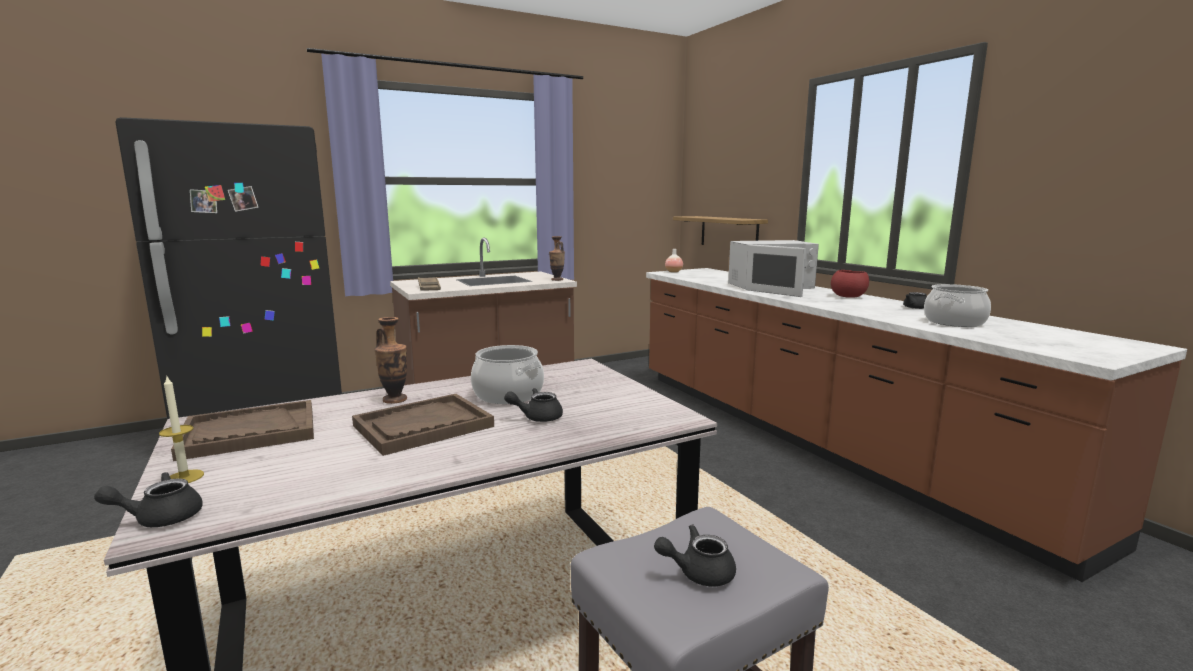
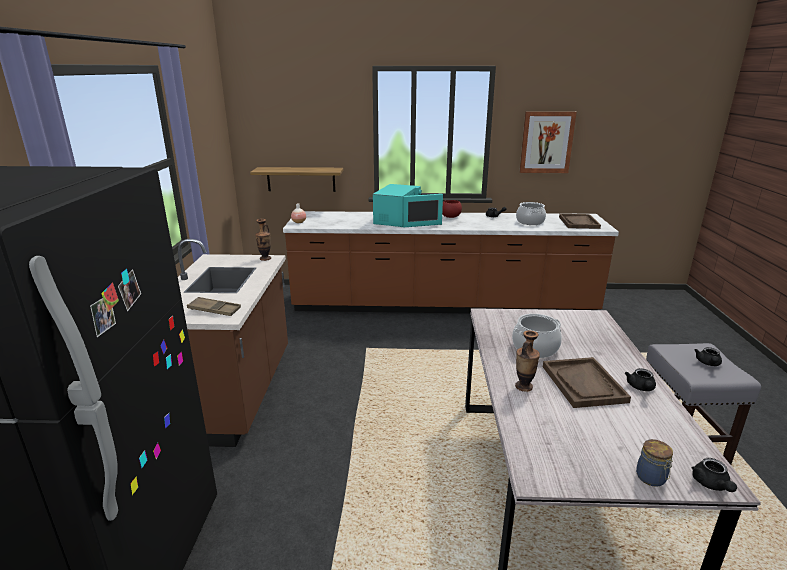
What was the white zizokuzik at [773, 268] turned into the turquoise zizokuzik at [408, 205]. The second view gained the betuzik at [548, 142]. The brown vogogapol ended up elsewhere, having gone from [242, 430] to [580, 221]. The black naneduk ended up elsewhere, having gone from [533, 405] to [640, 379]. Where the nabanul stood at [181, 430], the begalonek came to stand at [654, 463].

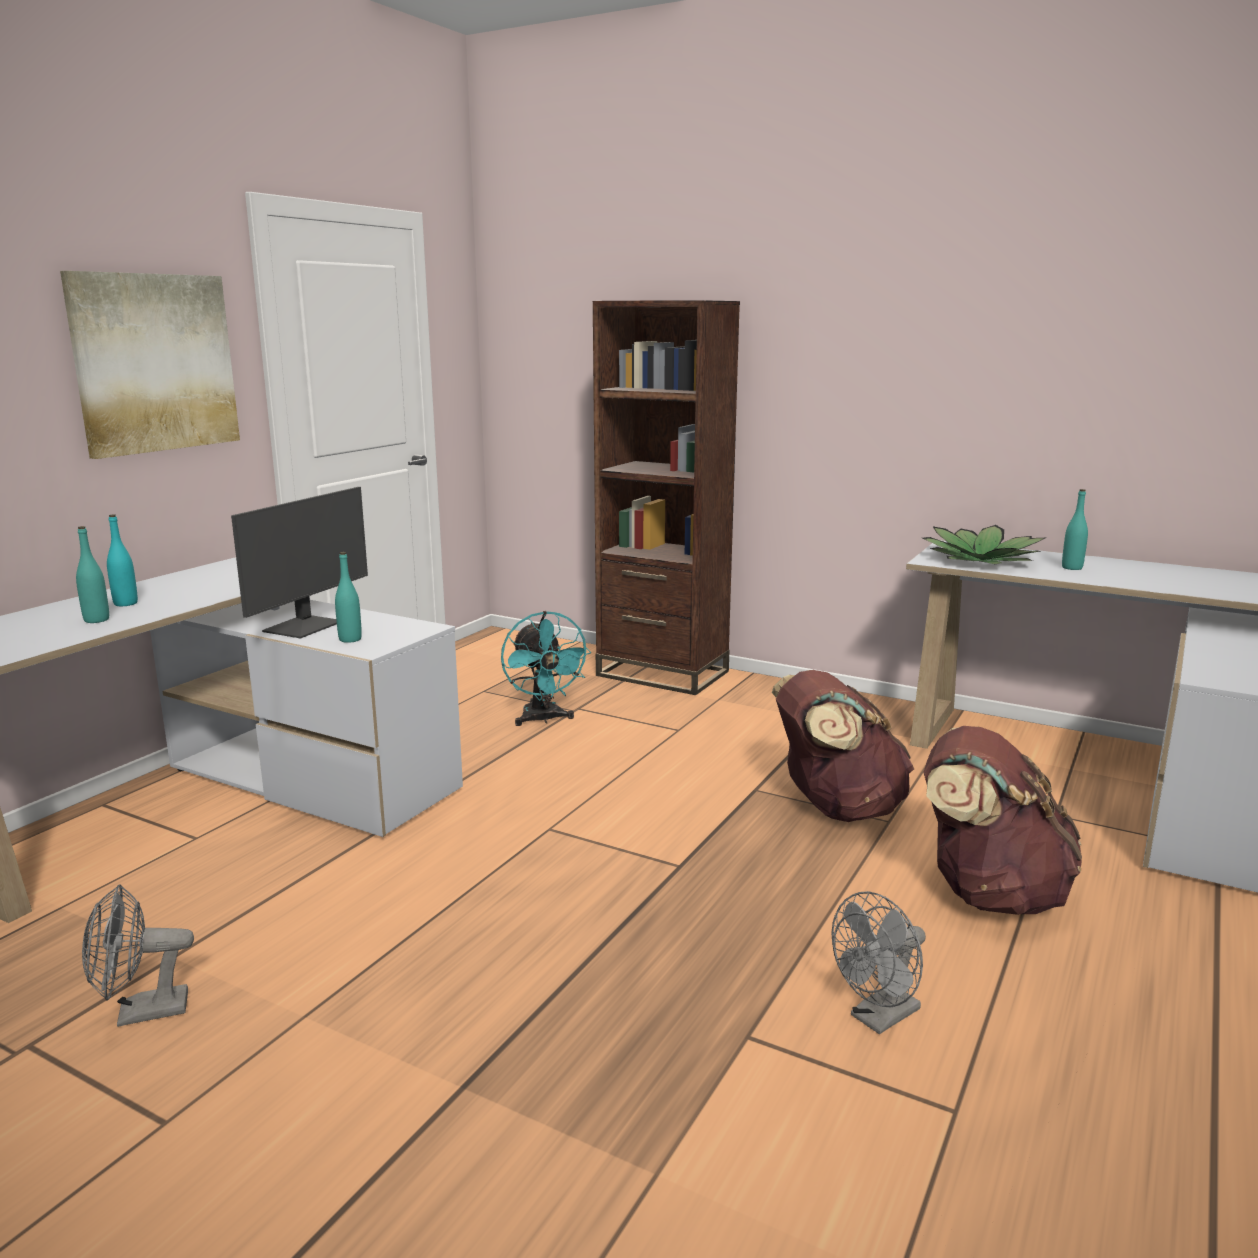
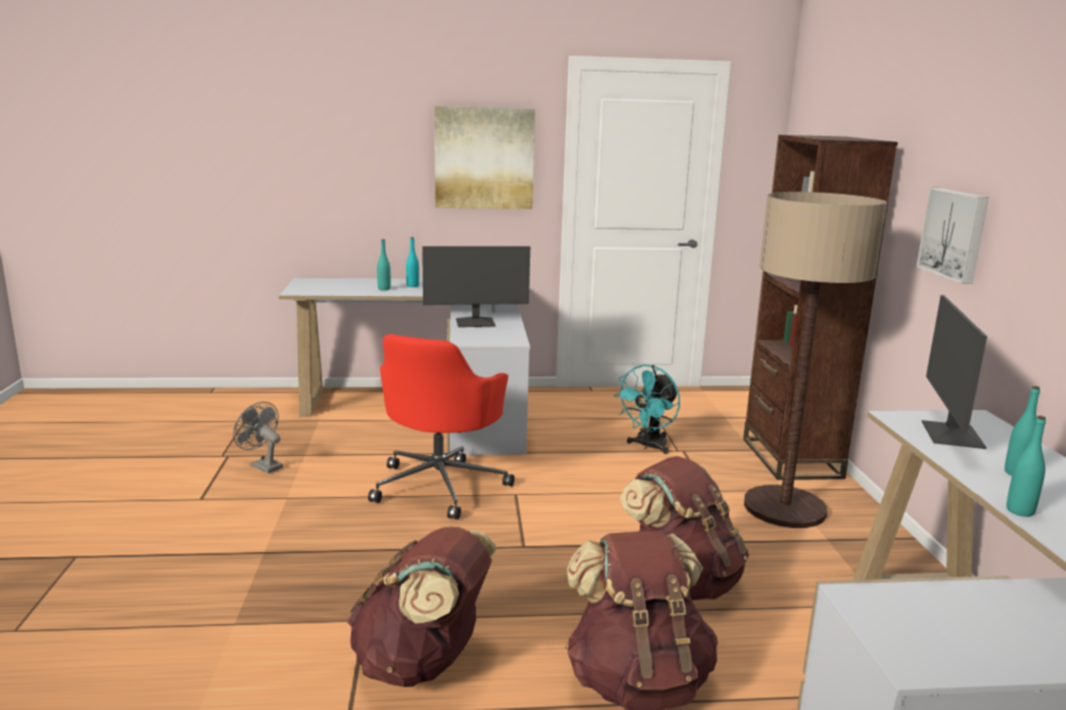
Where the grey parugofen stood at [878, 962], the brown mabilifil came to stand at [422, 607]. The second view gained the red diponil at [441, 427]. The second view gained the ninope at [815, 360]. The second view gained the betuzik at [952, 236]. Where the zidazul stood at [984, 544], the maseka came to stand at [954, 372]. The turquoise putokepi ended up elsewhere, having gone from [348, 597] to [1026, 466].

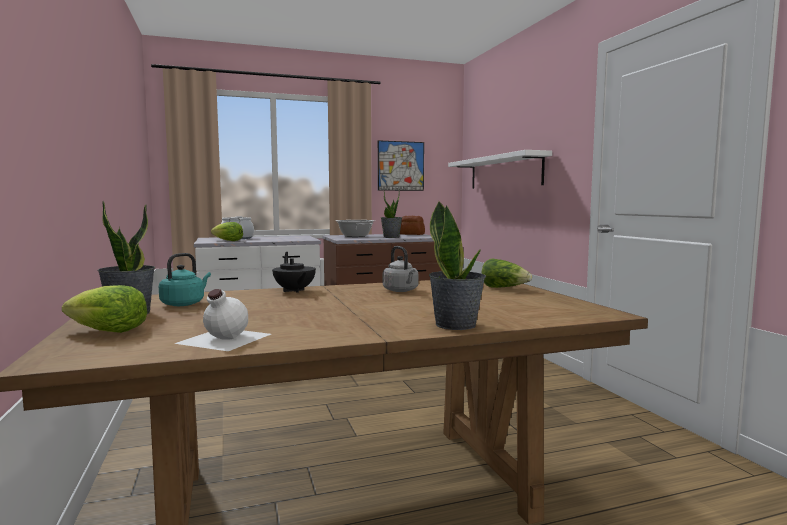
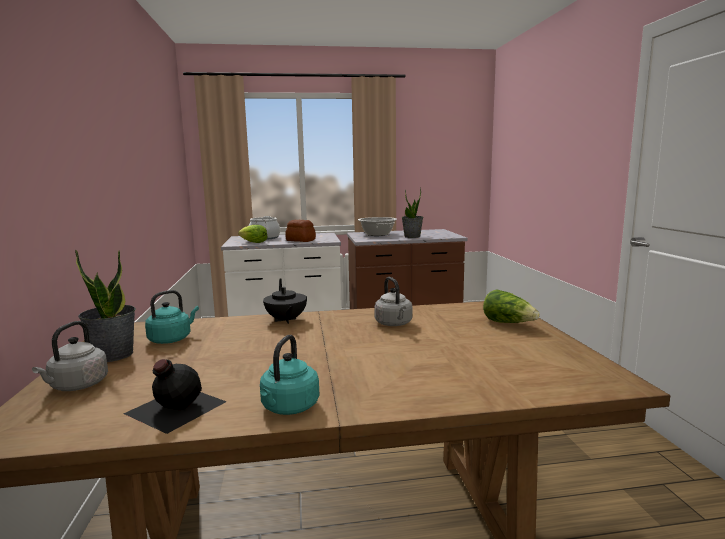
Where the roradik stood at [104, 309], the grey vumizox came to stand at [70, 356]. What was the white putokepi at [222, 320] turned into the black putokepi at [175, 396]. The second view gained the turquoise vumizox at [289, 375]. The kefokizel ended up elsewhere, having gone from [412, 225] to [300, 231]. The second view lost the betuzik at [401, 165]. The second view lost the zidazul at [457, 265]. The second view lost the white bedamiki at [500, 169].

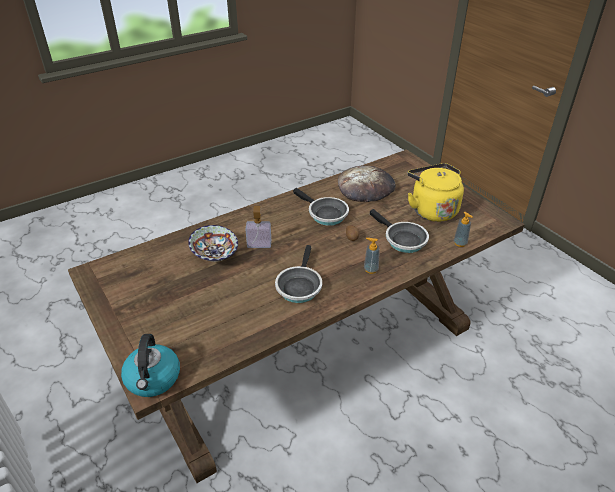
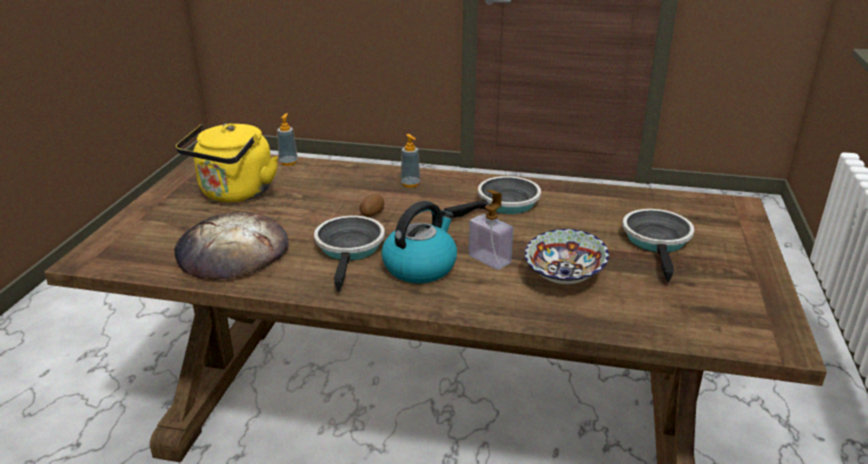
The vumizox ended up elsewhere, having gone from [150, 365] to [419, 242]. The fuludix ended up elsewhere, having gone from [399, 231] to [658, 245].

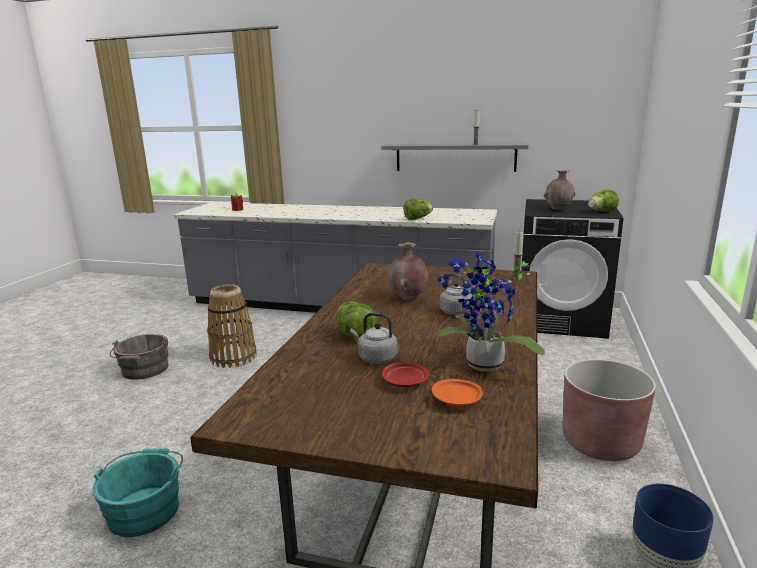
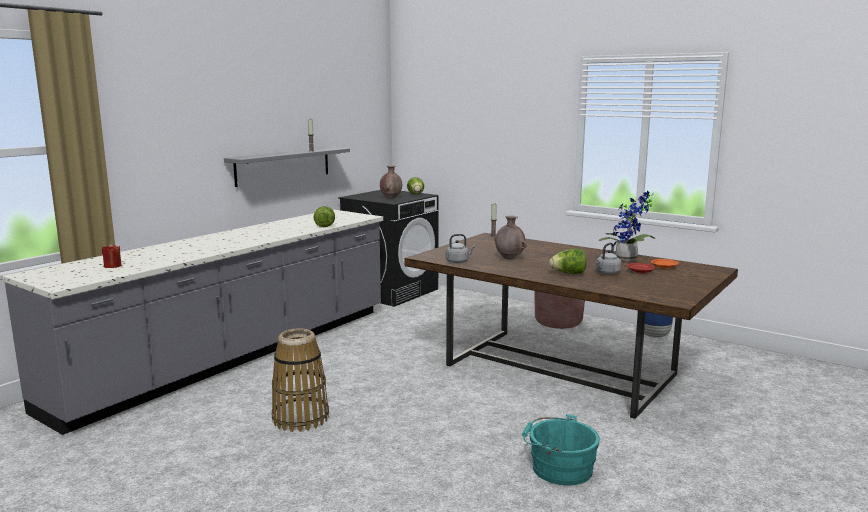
The grey vumizox ended up elsewhere, having gone from [458, 294] to [460, 248]. The second view lost the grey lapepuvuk at [139, 357].

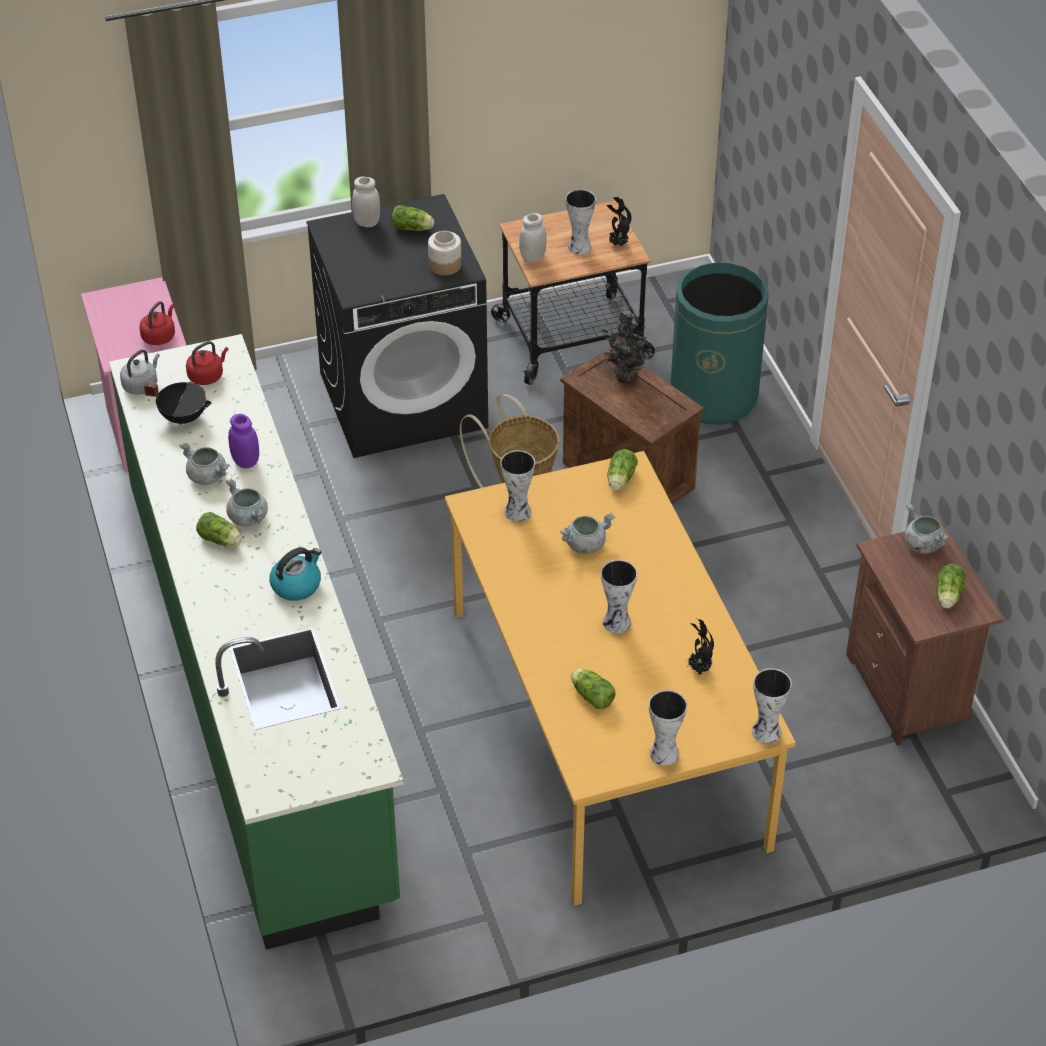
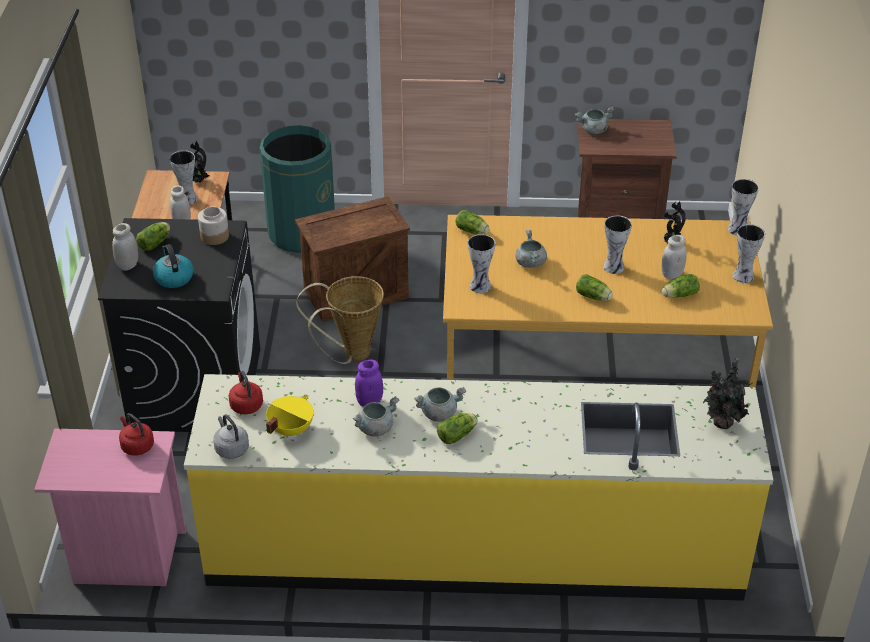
The vumizox ended up elsewhere, having gone from [295, 574] to [173, 266]. What was the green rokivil at [256, 642] turned into the yellow rokivil at [478, 487]. What was the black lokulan at [178, 404] turned into the yellow lokulan at [290, 415]. The roradik ended up elsewhere, having gone from [951, 586] to [594, 287]. The second view gained the white begalonek at [674, 257]. The zidazul ended up elsewhere, having gone from [626, 347] to [728, 393].

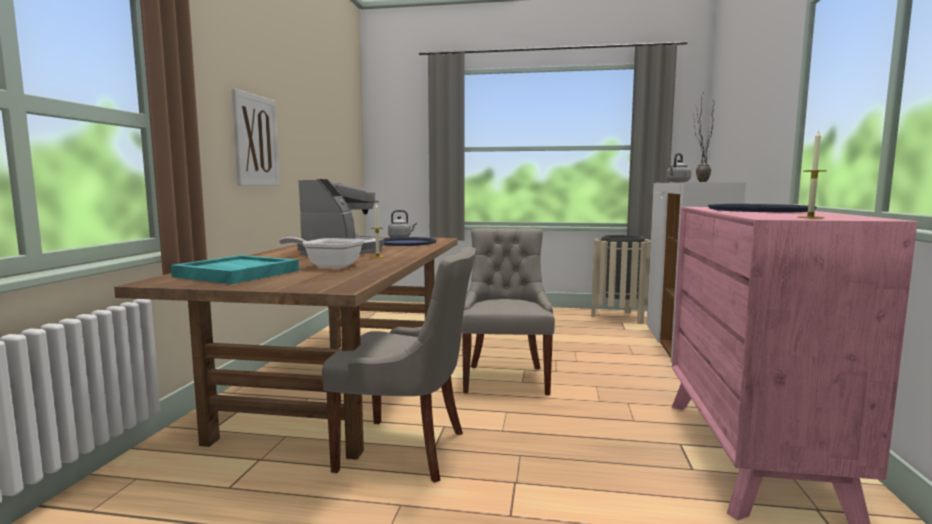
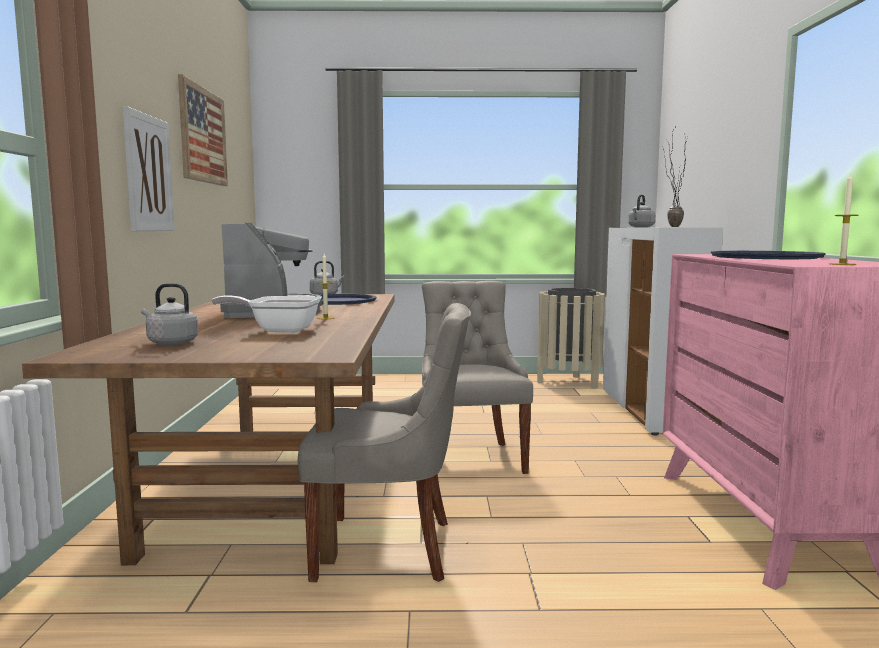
Where the turquoise vogogapol stood at [235, 269], the grey vumizox came to stand at [169, 314]. The second view gained the betuzik at [203, 130].

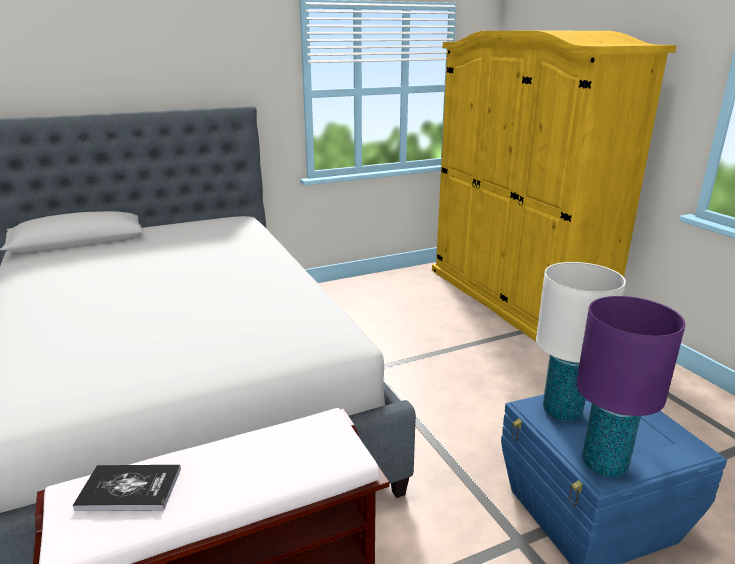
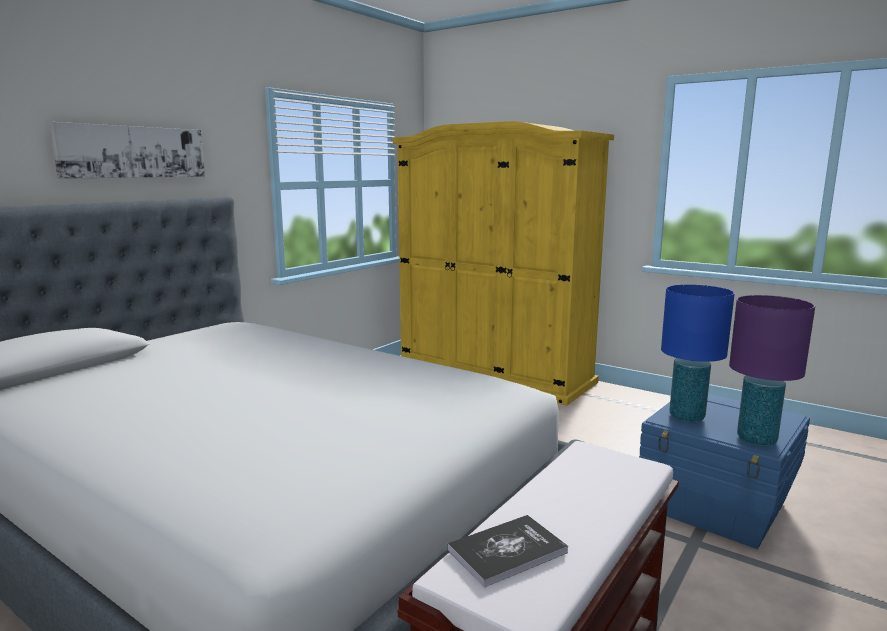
The second view gained the betuzik at [127, 150]. What was the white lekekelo at [581, 341] turned into the blue lekekelo at [698, 353].

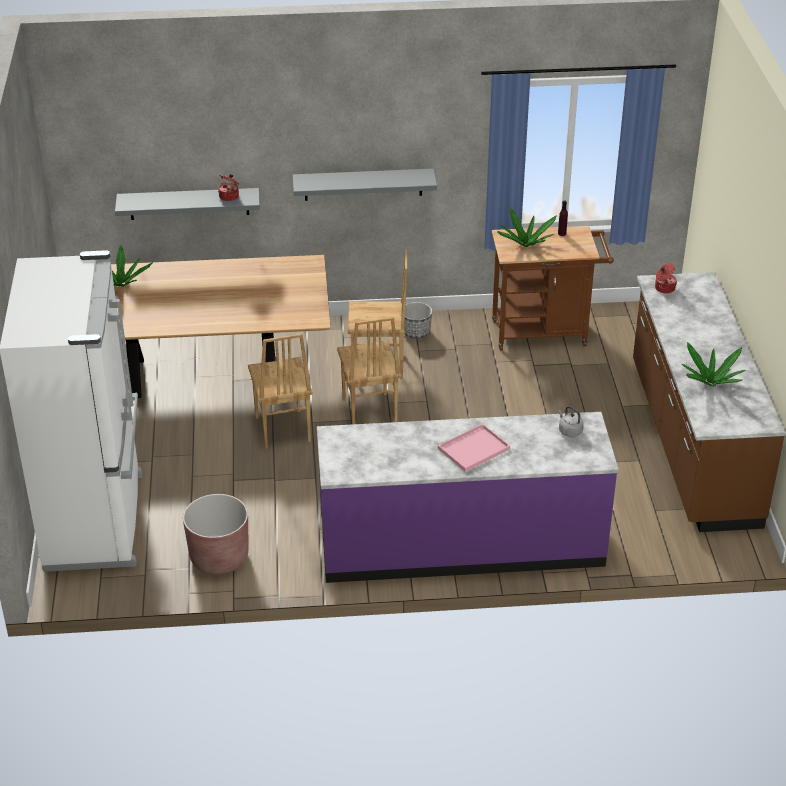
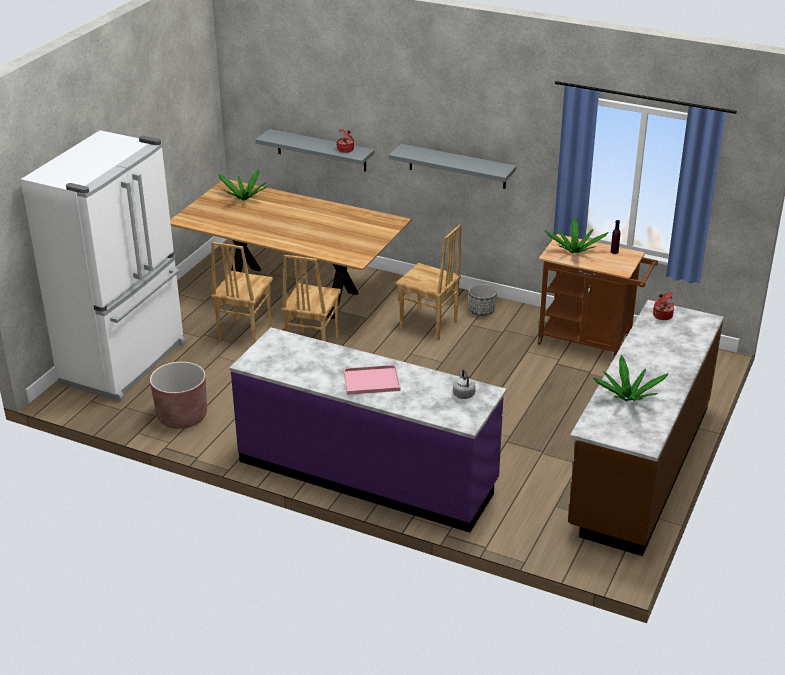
The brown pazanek ended up elsewhere, having gone from [369, 370] to [242, 293].

